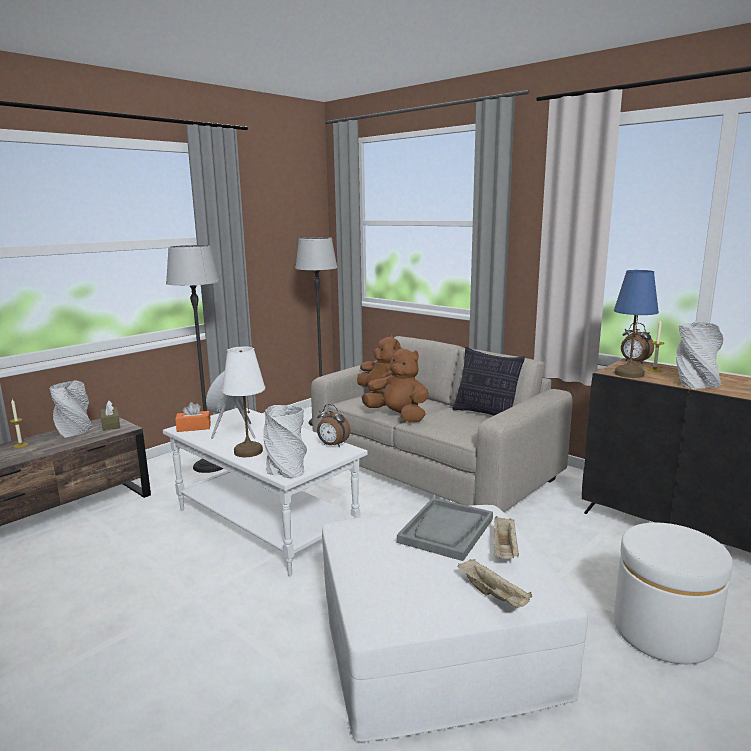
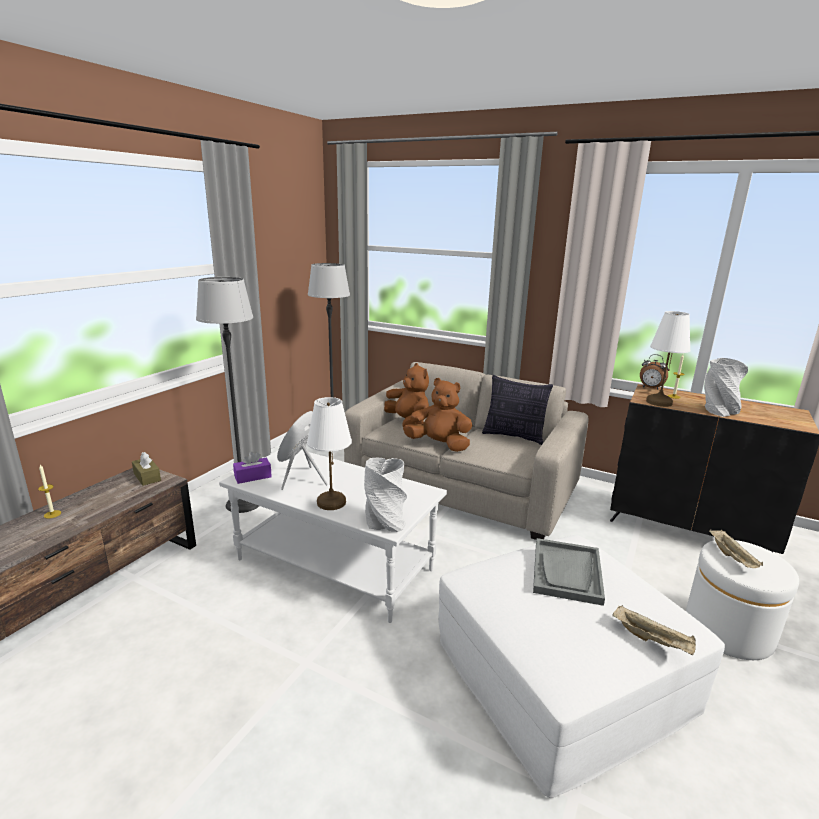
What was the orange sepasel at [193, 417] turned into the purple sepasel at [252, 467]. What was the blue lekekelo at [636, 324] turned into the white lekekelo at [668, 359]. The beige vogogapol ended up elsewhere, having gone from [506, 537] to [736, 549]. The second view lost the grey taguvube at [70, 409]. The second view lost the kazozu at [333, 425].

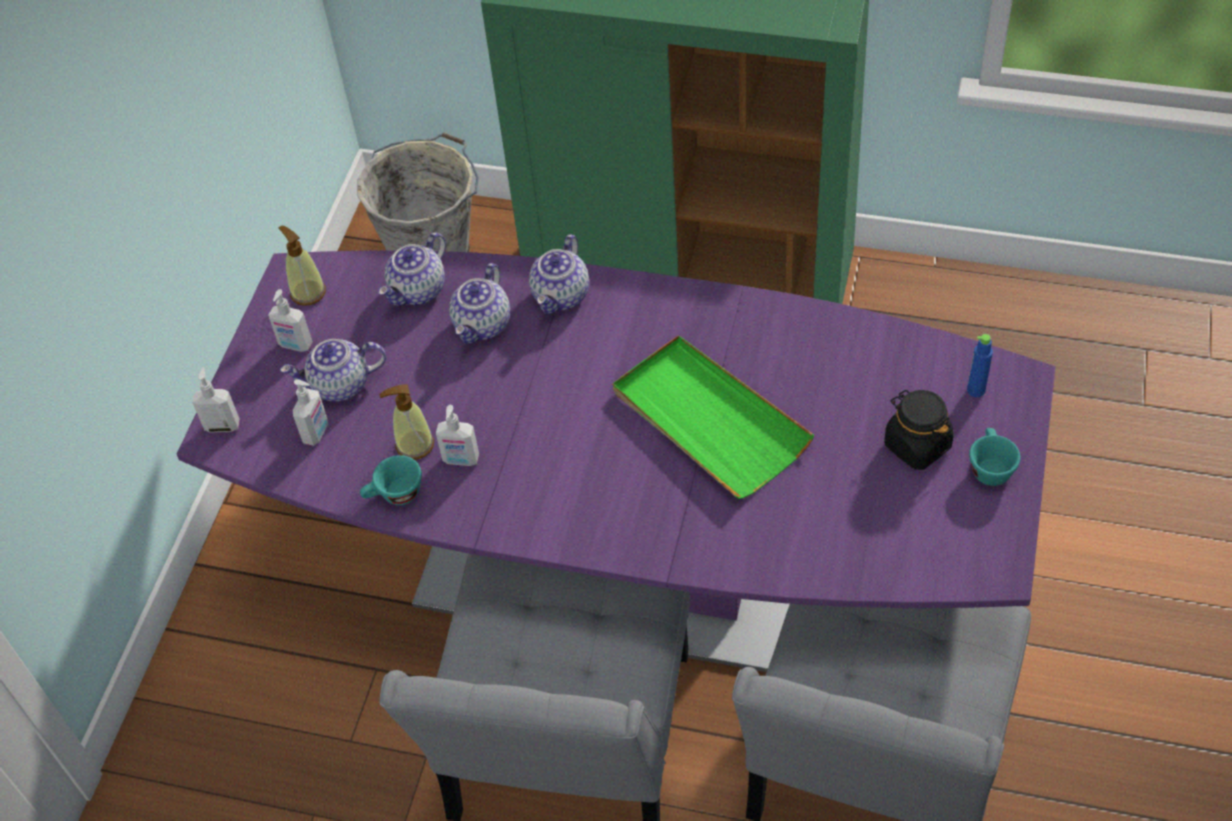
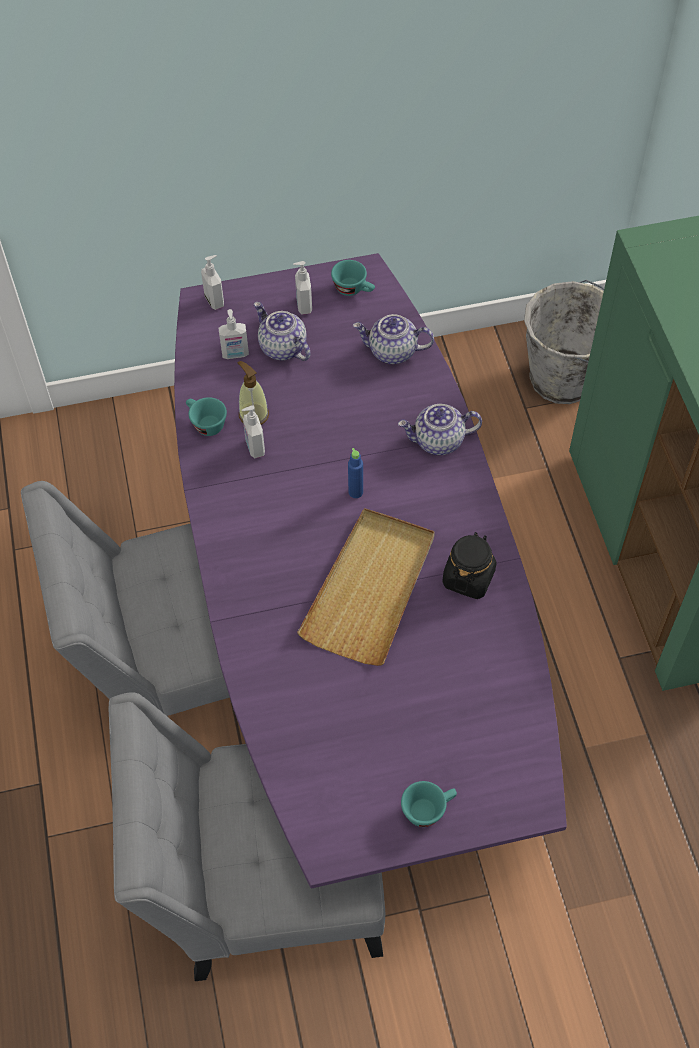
What was the green vogogapol at [713, 417] turned into the beige vogogapol at [366, 587]. Where the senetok stood at [302, 266], the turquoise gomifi came to stand at [353, 278]. The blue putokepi ended up elsewhere, having gone from [980, 365] to [355, 473]. The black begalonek ended up elsewhere, having gone from [919, 430] to [469, 565]. The second view lost the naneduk at [479, 303].

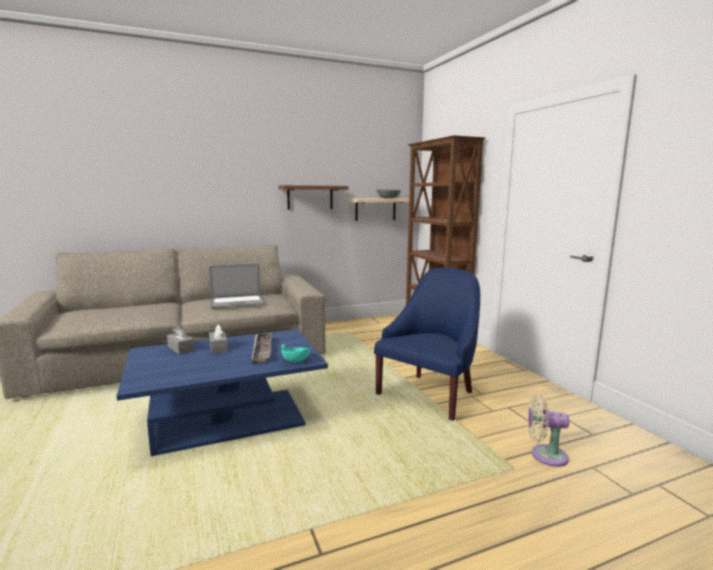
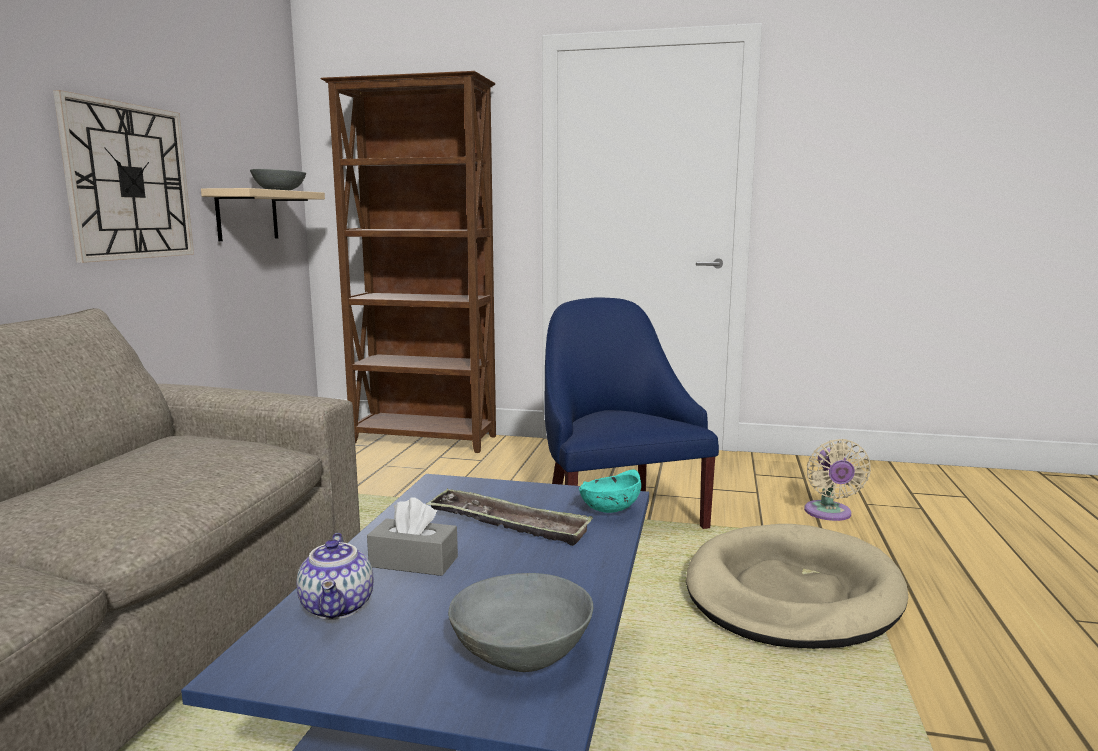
Where the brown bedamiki hung at [313, 197], the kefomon came to hang at [123, 176]. Where the grey sepasel stood at [180, 339], the naneduk came to stand at [334, 576]. The second view gained the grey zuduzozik at [520, 622]. The second view gained the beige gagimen at [797, 586]. The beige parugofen at [548, 430] ended up facing another way, 45 degrees counterclockwise from before. The second view lost the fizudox at [237, 286].

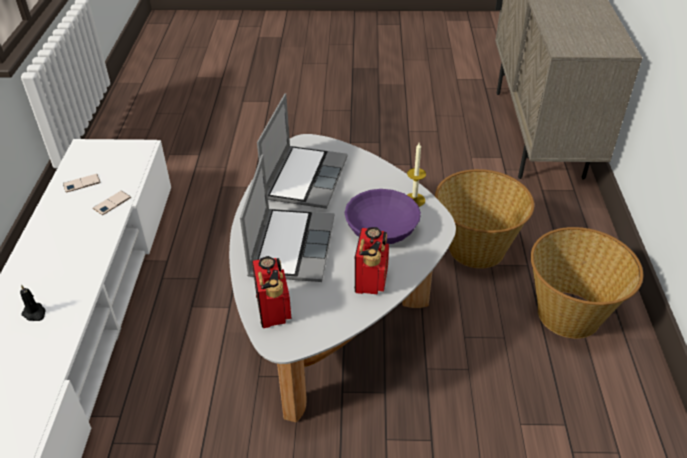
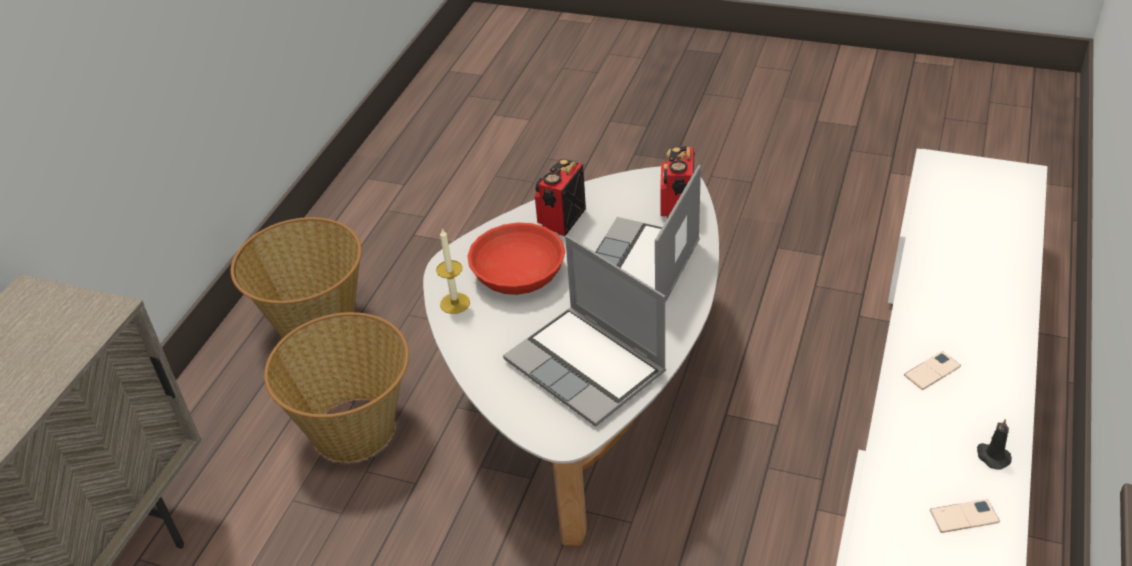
What was the purple zuduzozik at [383, 216] turned into the red zuduzozik at [516, 259]. The fizudox at [302, 151] ended up facing another way, 75 degrees counterclockwise from before. The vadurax ended up elsewhere, having gone from [112, 203] to [932, 370]. The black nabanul ended up elsewhere, having gone from [33, 303] to [994, 444].

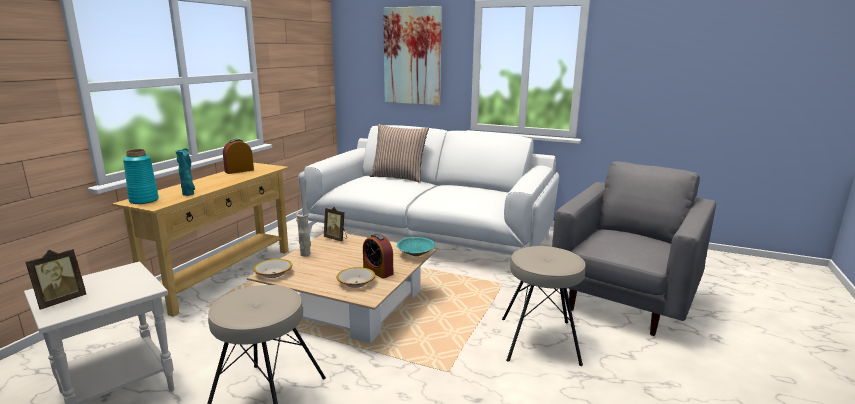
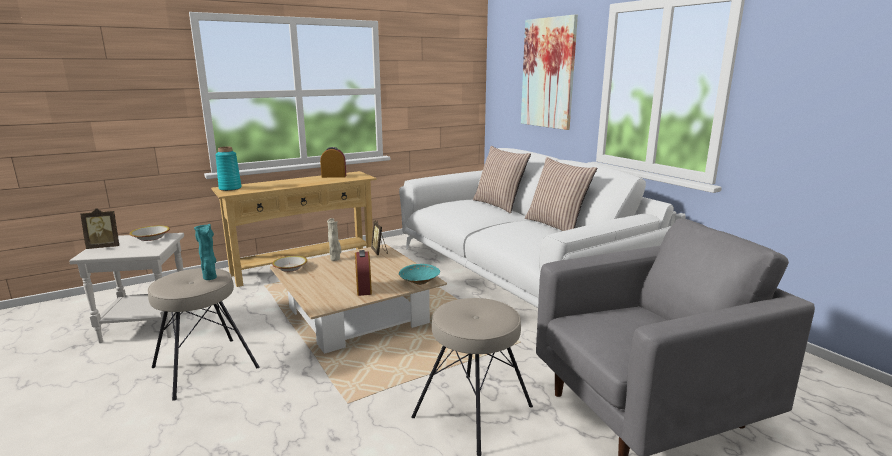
The zuduzozik ended up elsewhere, having gone from [356, 277] to [149, 233]. The turquoise taguvube ended up elsewhere, having gone from [185, 172] to [205, 252]. The second view gained the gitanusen at [561, 194].

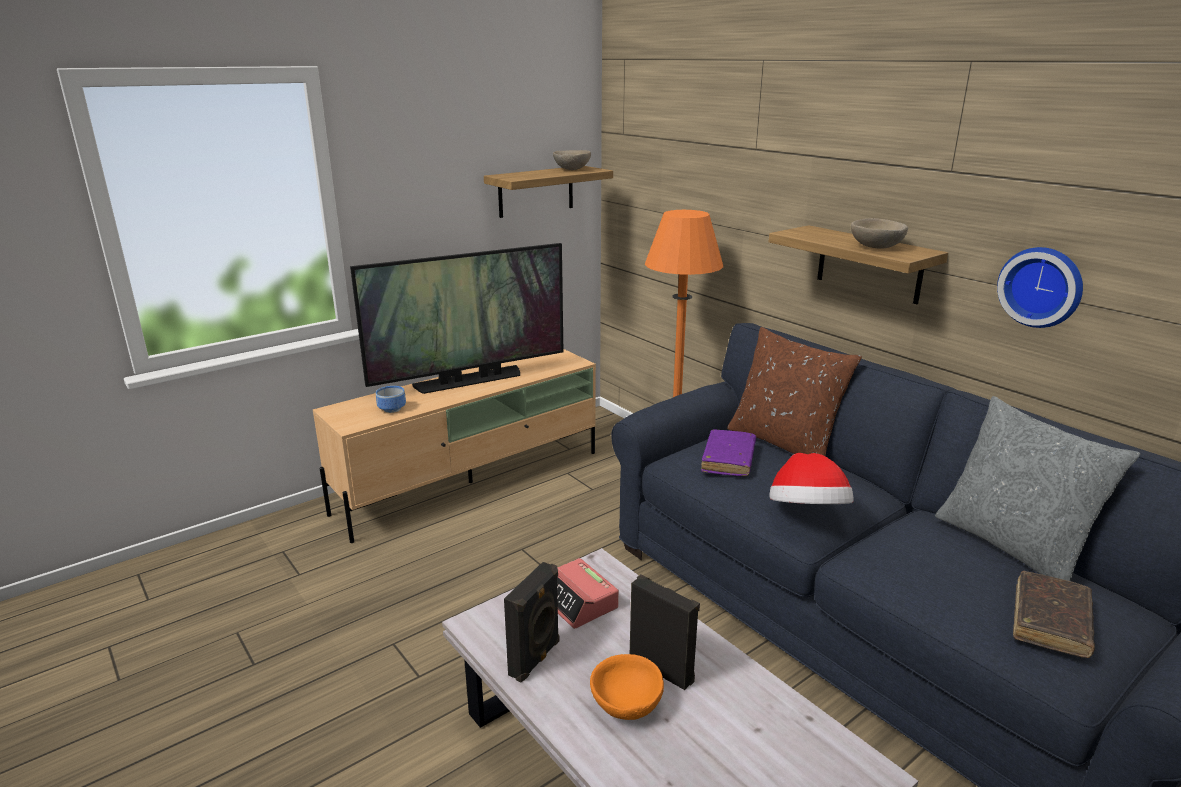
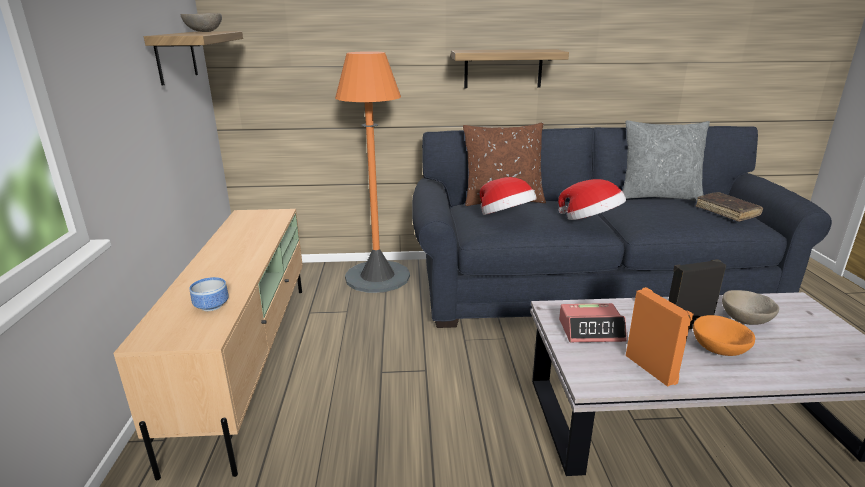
Where the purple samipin stood at [728, 452], the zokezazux came to stand at [508, 196]. What was the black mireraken at [531, 622] turned into the orange mireraken at [659, 337]. The beige zuduzozik ended up elsewhere, having gone from [879, 233] to [750, 307]. The second view lost the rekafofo at [456, 318]. The second view lost the kefomon at [1040, 287].

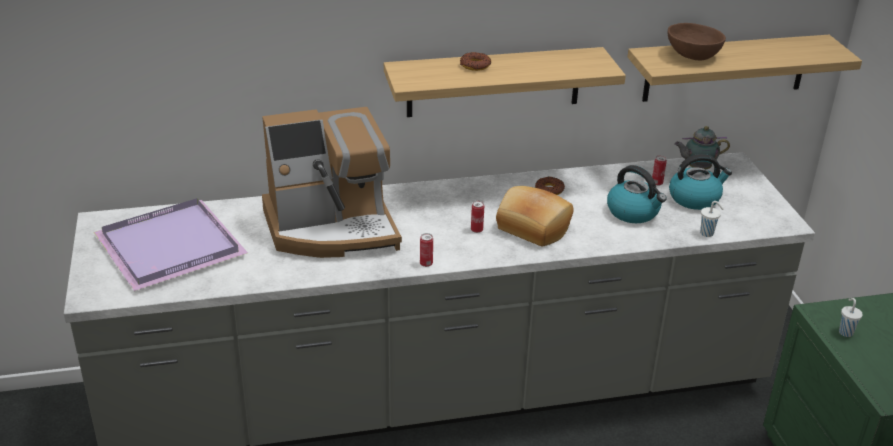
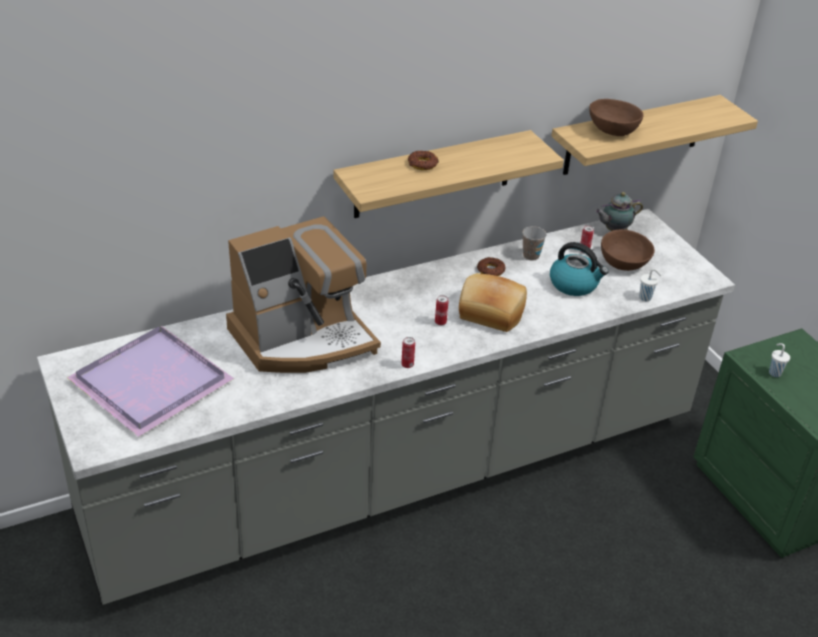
The second view gained the gomifi at [534, 243]. Where the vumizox stood at [700, 182], the brown zuduzozik came to stand at [628, 250].

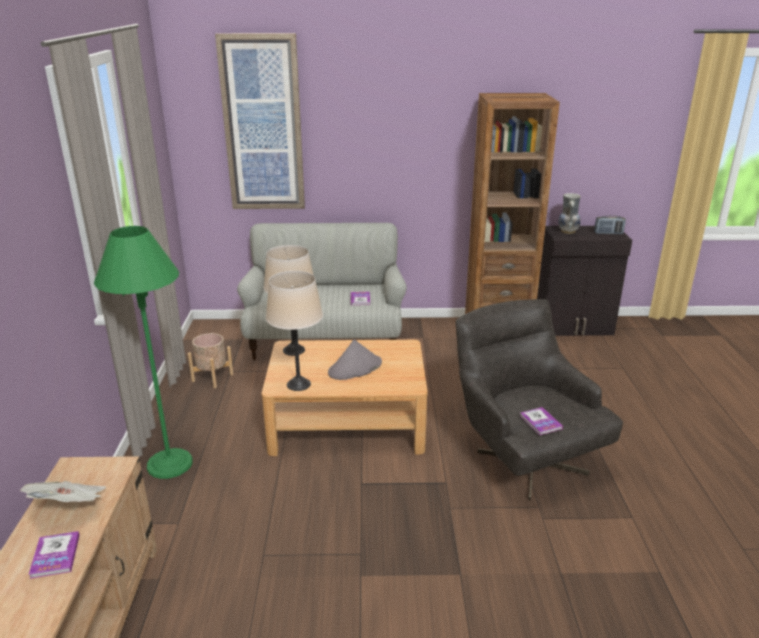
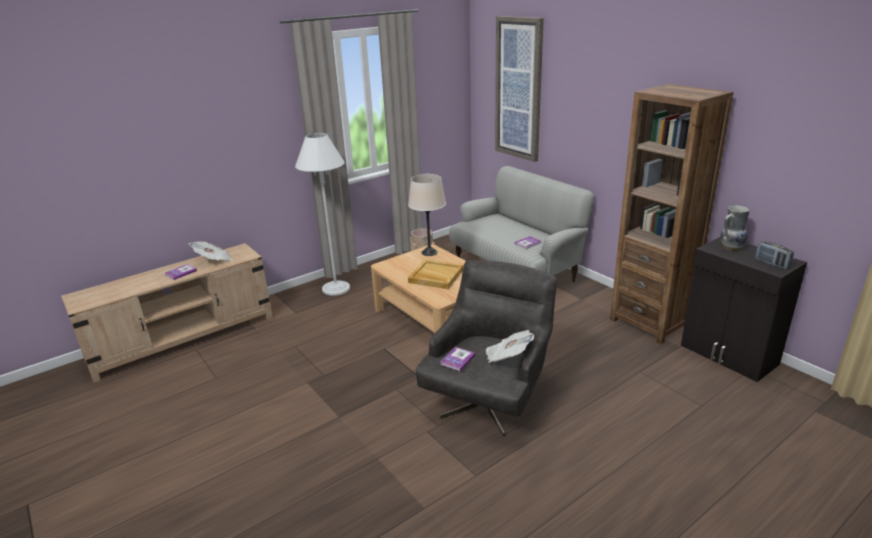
What was the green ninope at [143, 352] turned into the white ninope at [322, 214]. Where the grey zokezazux stood at [355, 359], the beige vogogapol came to stand at [435, 274]. The second view gained the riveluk at [510, 346]. The second view lost the beige lekekelo at [294, 331].

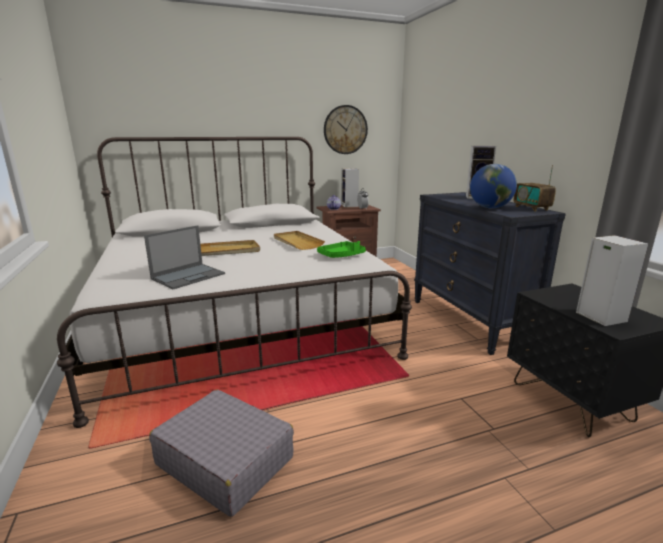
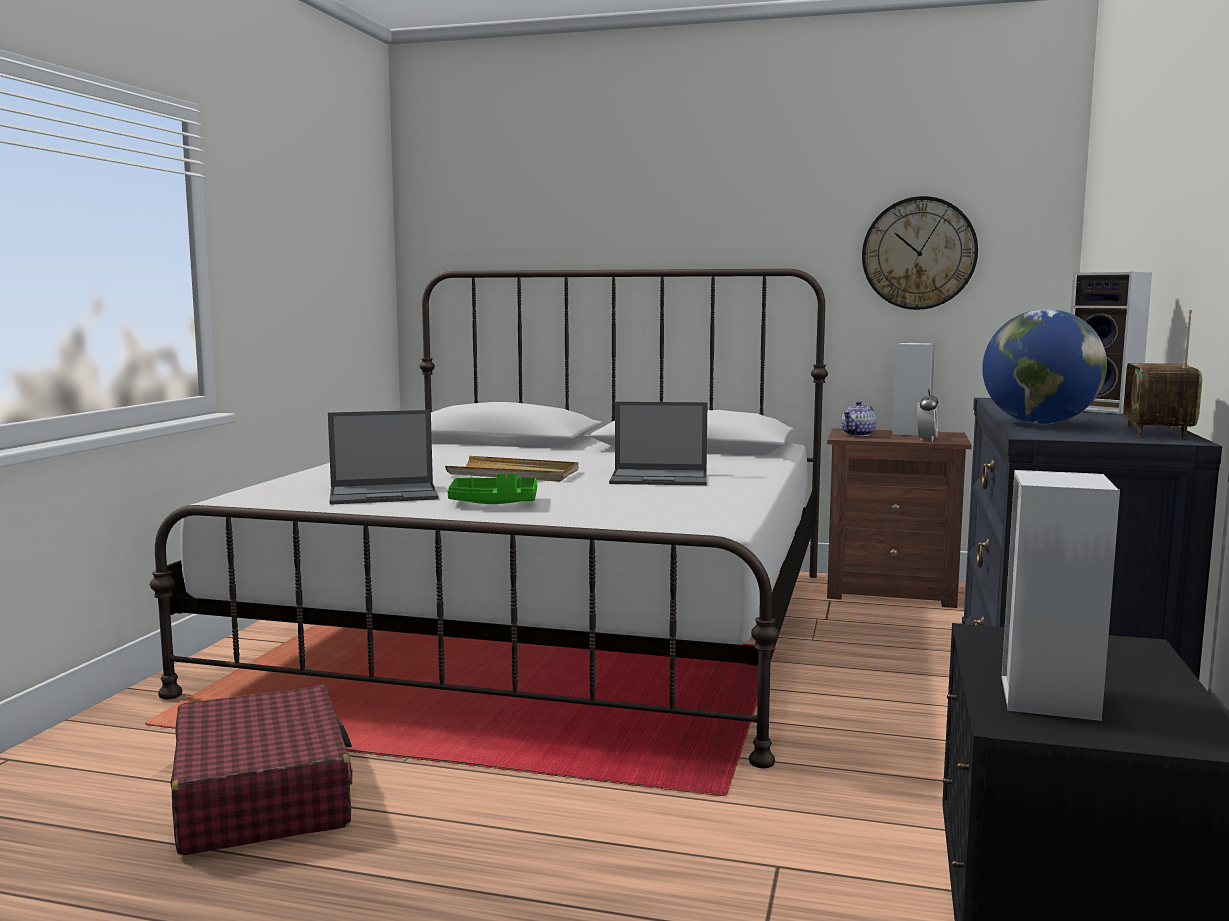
What was the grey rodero at [221, 453] turned into the red rodero at [261, 770]. The green vogogapol ended up elsewhere, having gone from [341, 249] to [492, 488]. Where the beige vogogapol stood at [299, 240], the fizudox came to stand at [658, 443].

